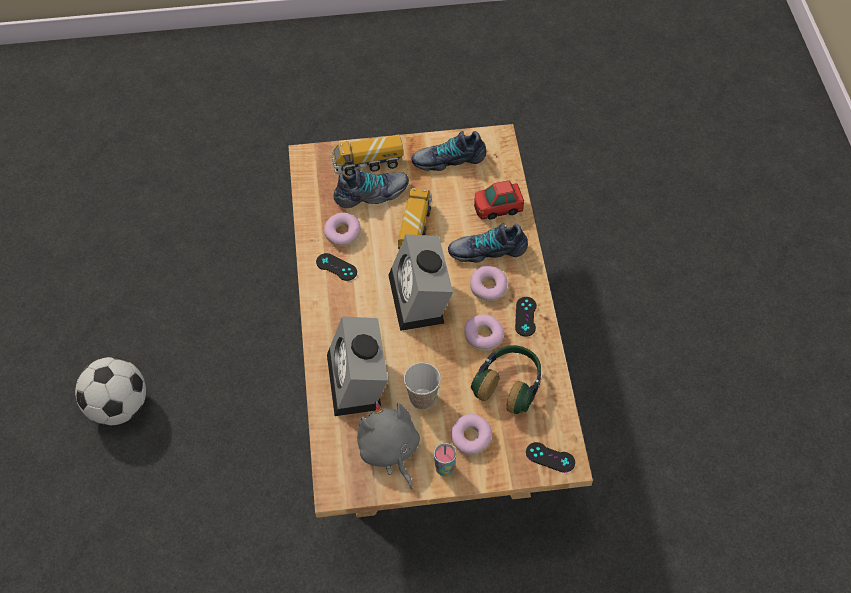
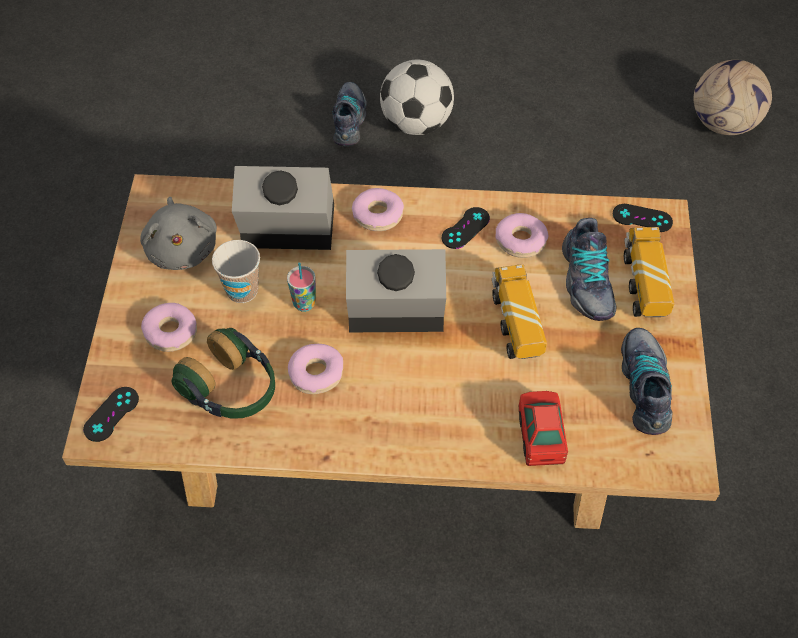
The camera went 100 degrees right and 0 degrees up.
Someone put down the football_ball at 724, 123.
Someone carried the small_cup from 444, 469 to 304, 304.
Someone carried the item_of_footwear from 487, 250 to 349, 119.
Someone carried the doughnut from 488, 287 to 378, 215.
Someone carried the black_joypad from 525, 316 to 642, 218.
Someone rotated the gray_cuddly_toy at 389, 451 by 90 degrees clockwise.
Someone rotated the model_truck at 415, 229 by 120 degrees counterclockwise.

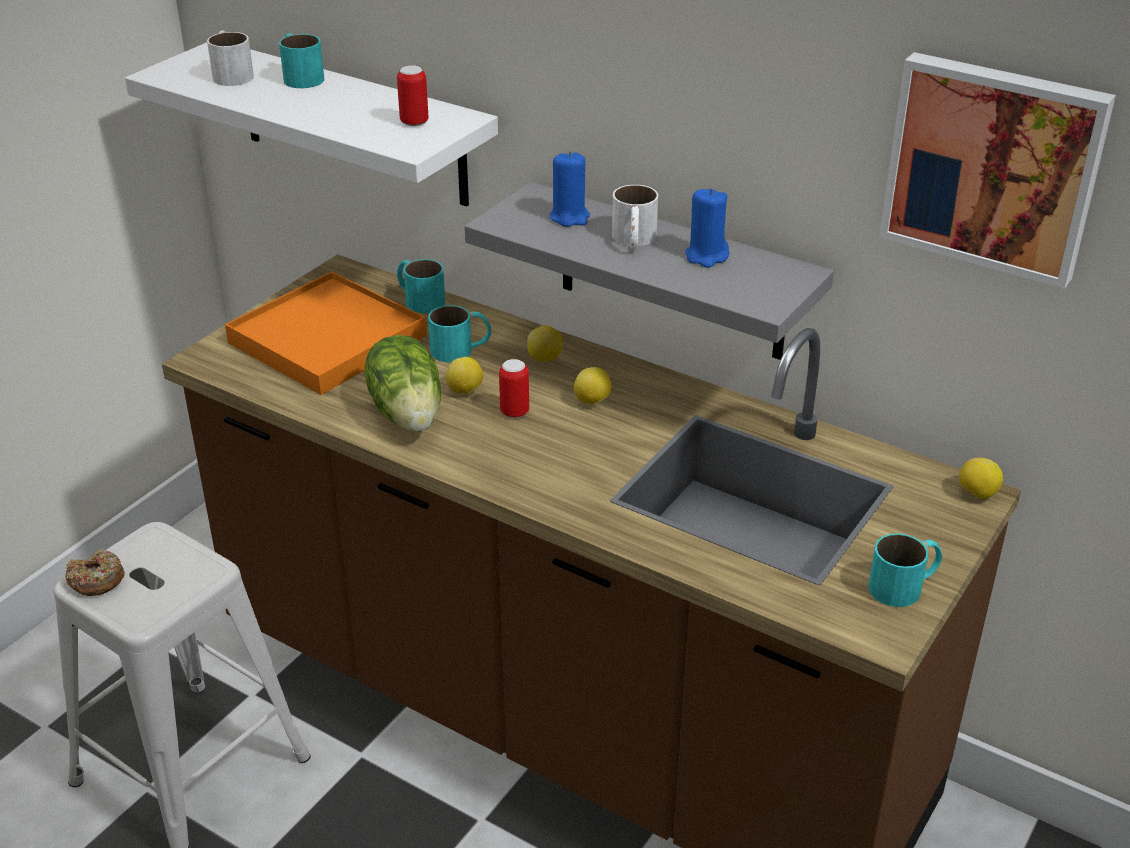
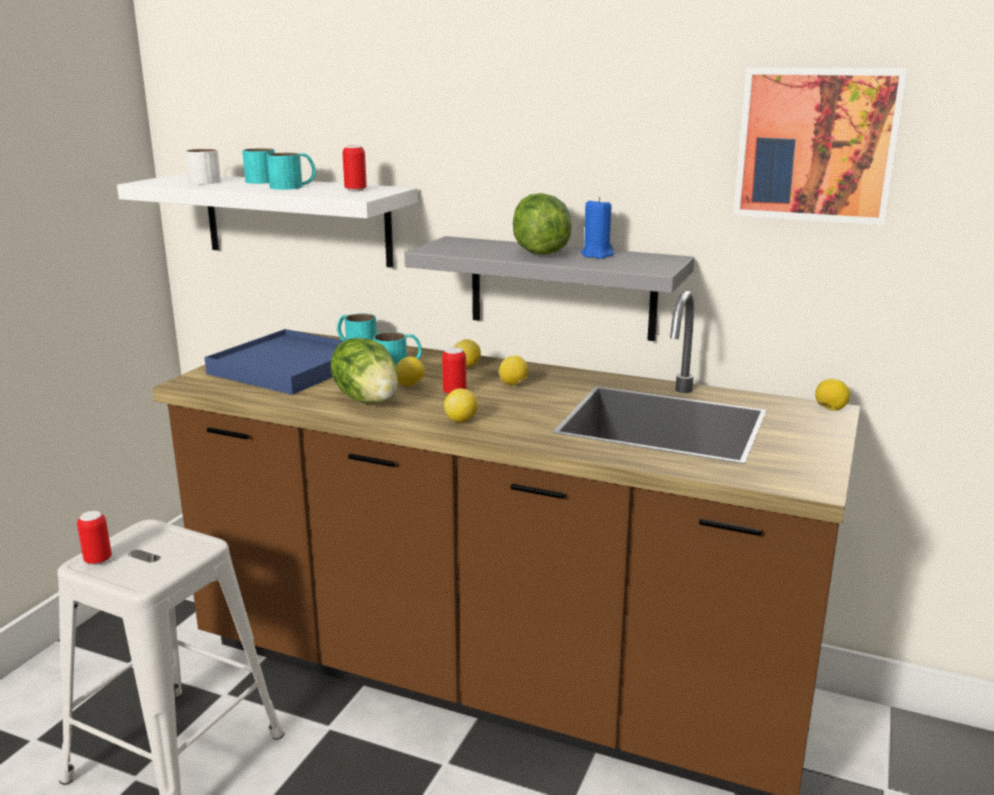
The camera went 10 degrees left and 15 degrees down.
Someone took away the blue-coloured_wax_light at 570, 217.
Someone put down the lemon at 461, 420.
Someone carried the blue-green_mug from 905, 585 to 294, 186.
Someone swapped the doughnut at 96, 580 for the can at 98, 560.
Someone swapped the white_mug at 634, 241 for the lettuce_head at 538, 252.
Someone repainted the orange_carrying_tray at 327, 339, which became the blue-coloured_carrying_tray at 289, 367.

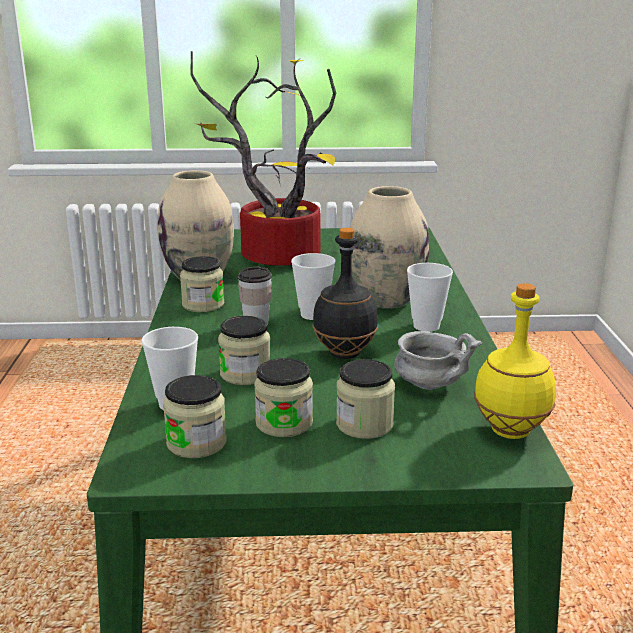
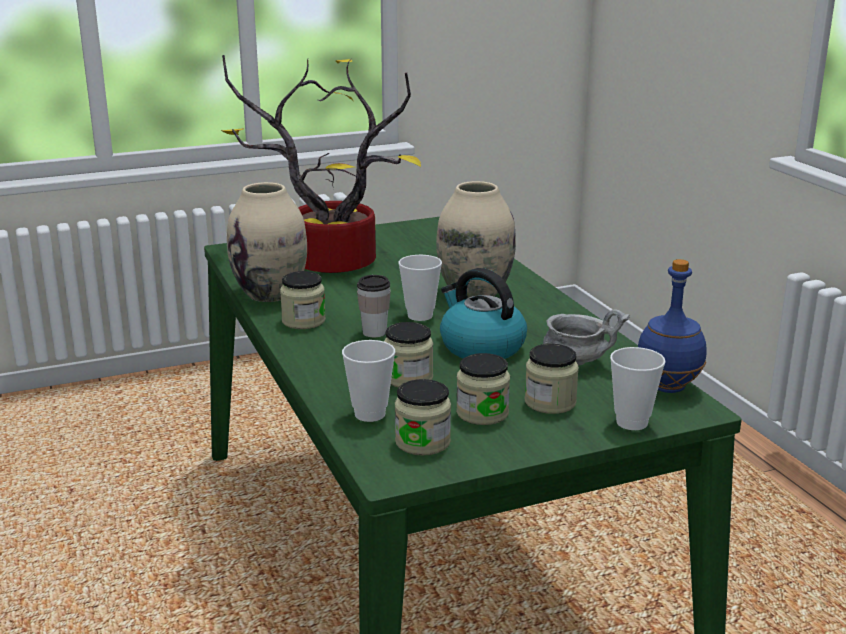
The camera went 20 degrees left and 0 degrees up.
Someone carried the small_cup from 426, 326 to 632, 422.
Someone swapped the black_bottle at 344, 354 for the kettle at 481, 347.
Someone repainted the yellowish_bottle at 509, 430, which became the blue-coloured_bottle at 667, 387.

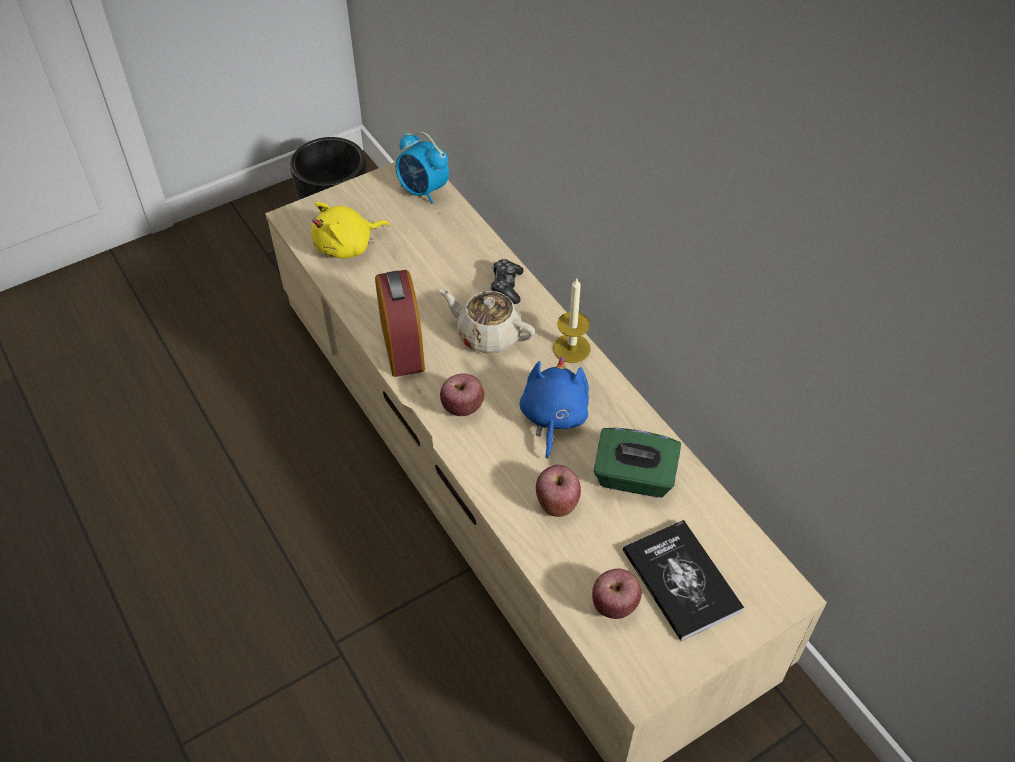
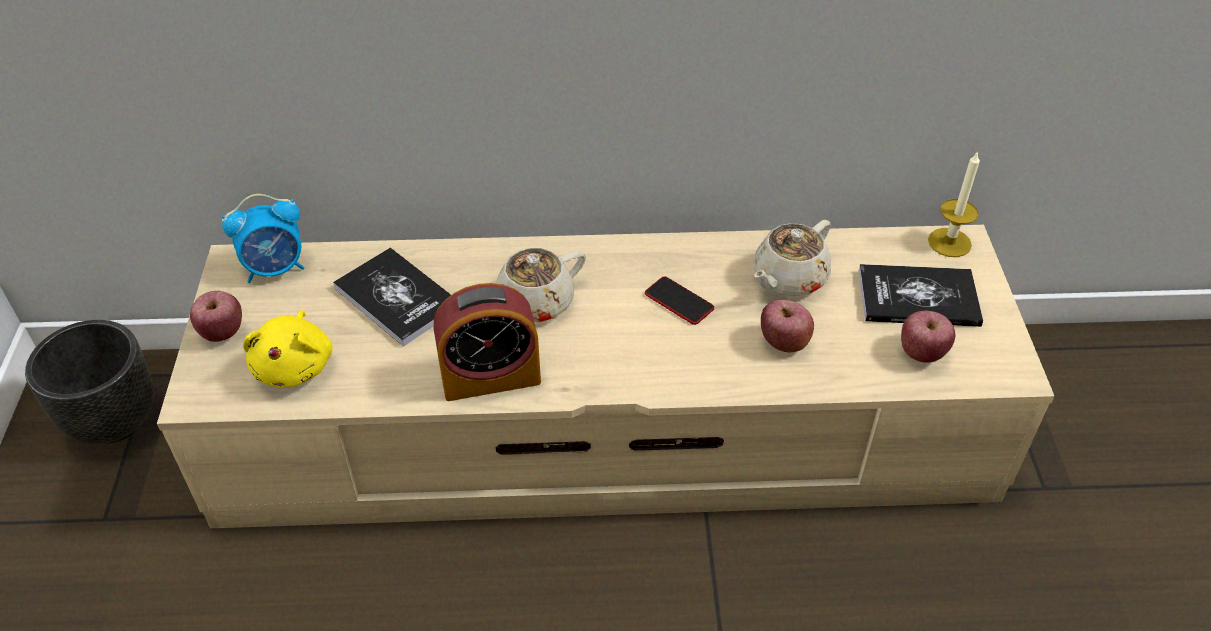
The camera went 60 degrees left and 5 degrees down.
Someone took away the joypad at 506, 286.
Someone put down the book at 397, 297.
Someone carried the apple_fruit from 463, 407 to 223, 332.
Someone carried the wax_light from 571, 348 to 949, 242.
Someone swapped the blue-coloured_cuddly_toy at 553, 418 for the phone at 679, 301.
Someone swapped the green-coloured_tissue_holder at 634, 478 for the beige-coloured_tea_pot at 788, 278.
Someone rotated the table_clock at 402, 345 by 150 degrees clockwise.

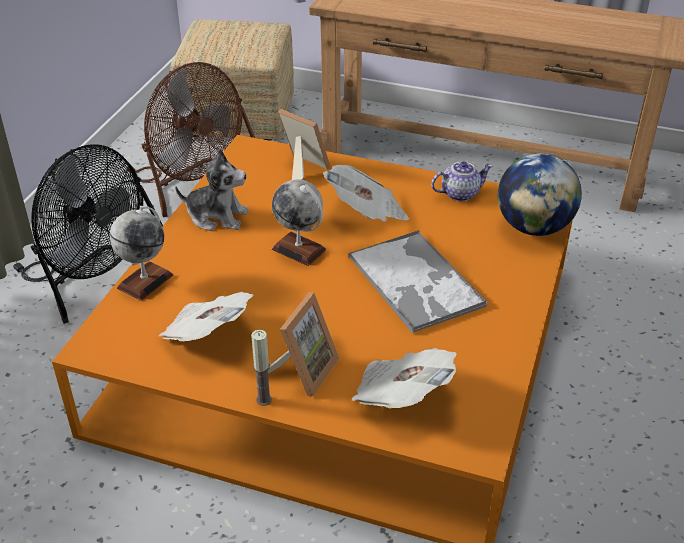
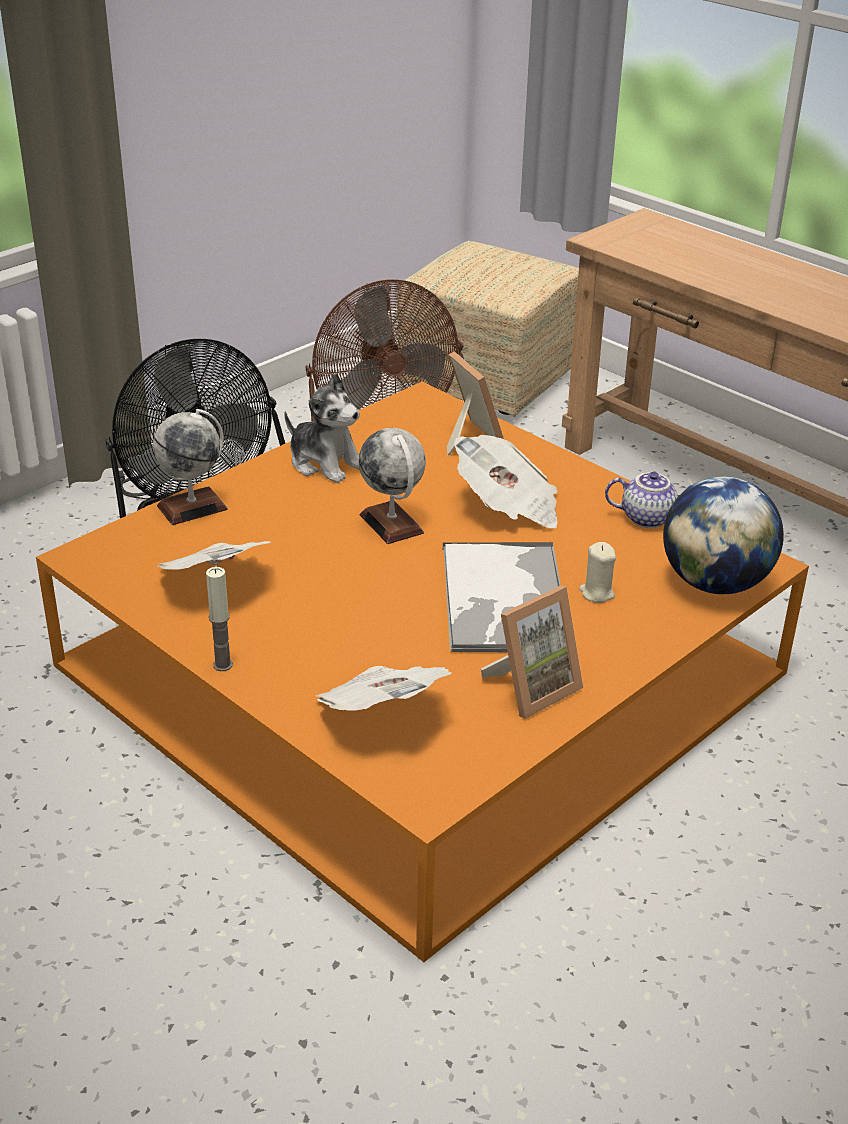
The camera went 25 degrees right and 5 degrees down.
Someone put down the beige-coloured_wax_light at 596, 593.
Someone carried the photo_frame from 304, 370 to 531, 688.

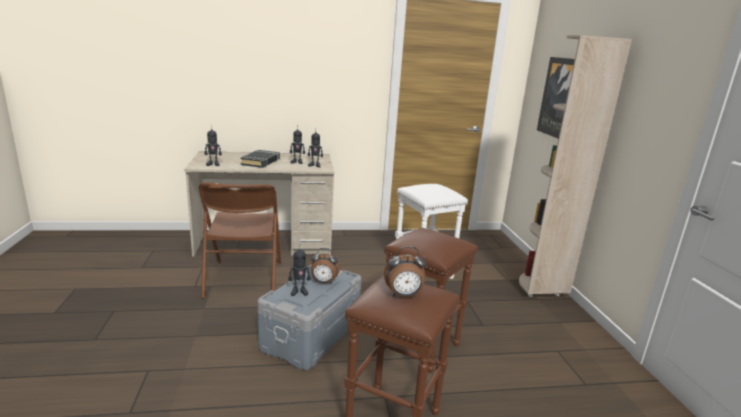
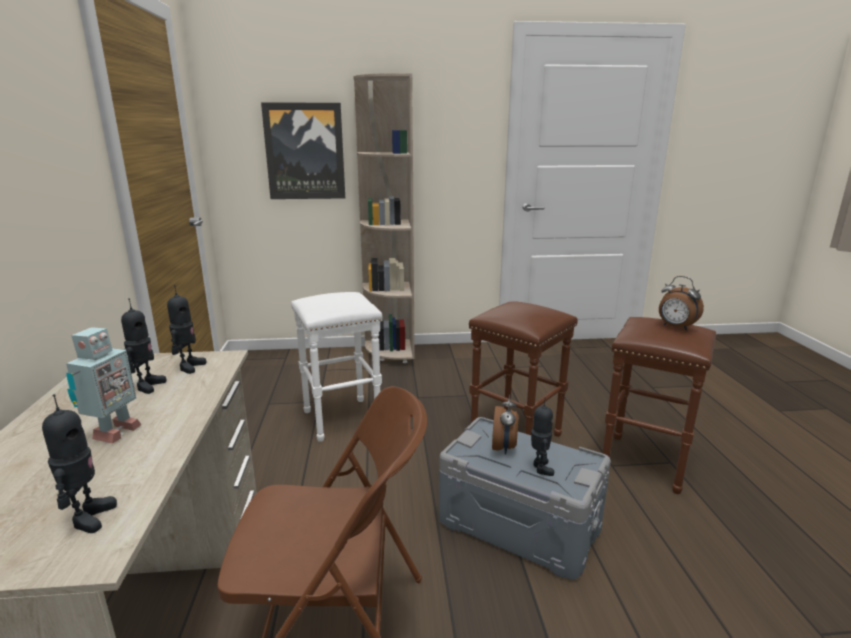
The camera went 85 degrees left and 0 degrees up.
Someone swapped the black_book at 261, 162 for the model_robot at 113, 433.
Someone rotated the table_clock at 403, 296 by 135 degrees clockwise.

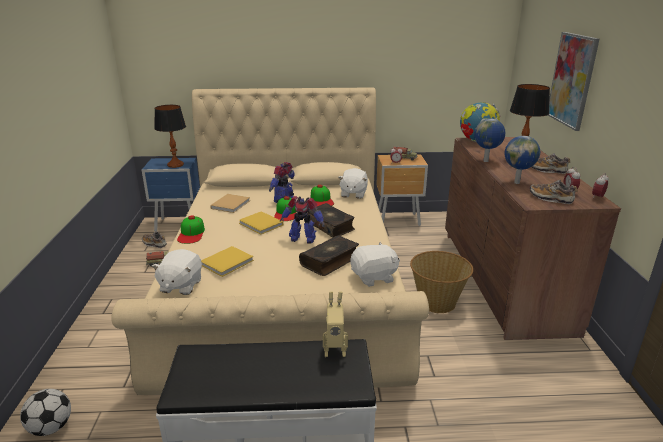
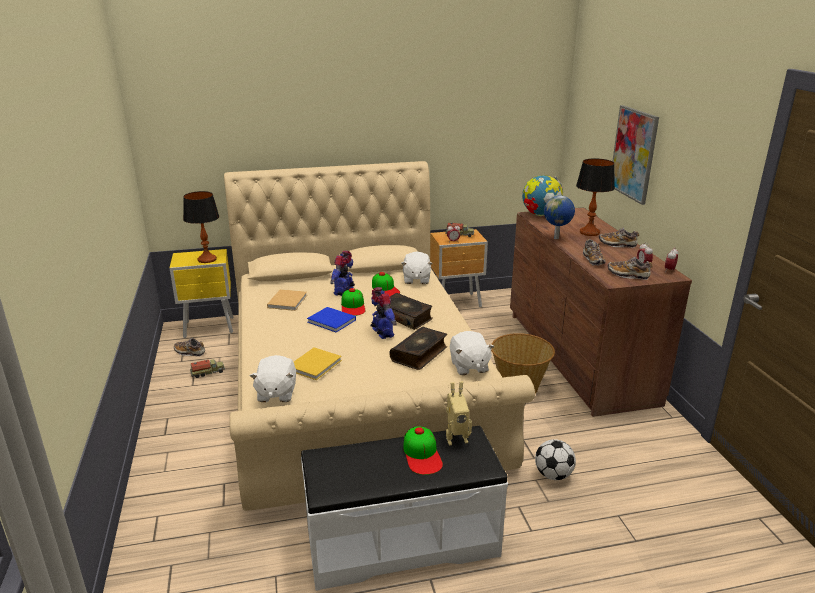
The camera went 10 degrees left and 0 degrees up.
Someone carried the football_ball from 51, 427 to 553, 475.
Someone carried the cap from 191, 234 to 422, 454.
Someone swapped the desk_globe at 517, 182 for the item_of_footwear at 593, 260.
Someone repainted the blue-coloured_bedside_table at 179, 225, which became the yellowish_bedside_table at 210, 328.
Someone repainted the yellowish_book at 261, 224, which became the blue-coloured_book at 332, 321.
Someone rotated the model_robot at 302, 239 by 120 degrees counterclockwise.
Someone rotated the white_cuddly_toy at 374, 277 by 105 degrees clockwise.

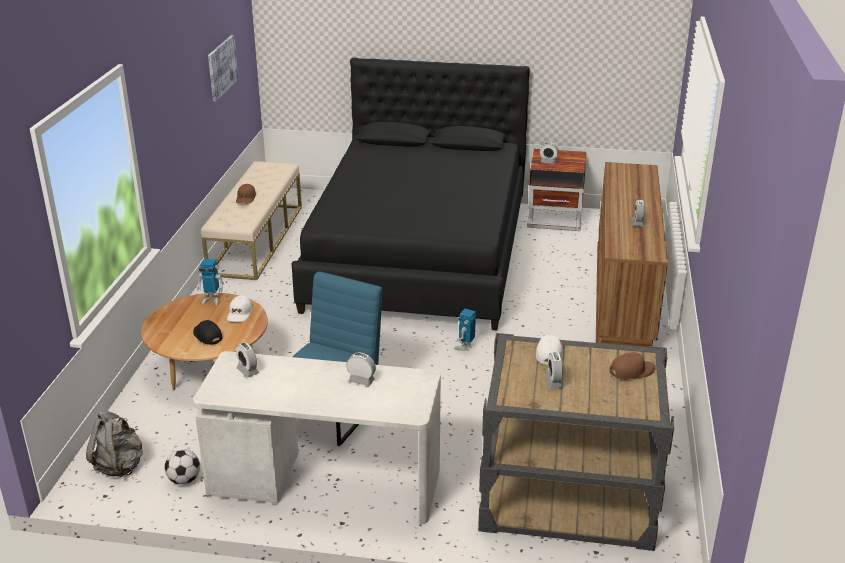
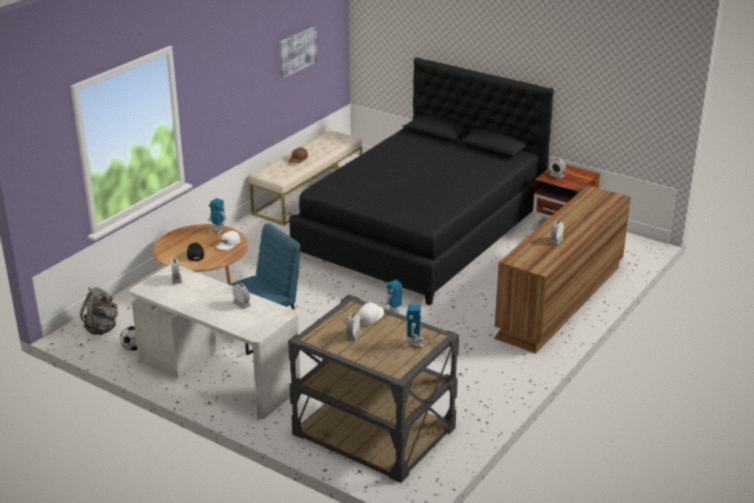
The camera went 25 degrees right and 0 degrees up.
Someone swapped the brownish_cap at 632, 371 for the model_robot at 415, 343.

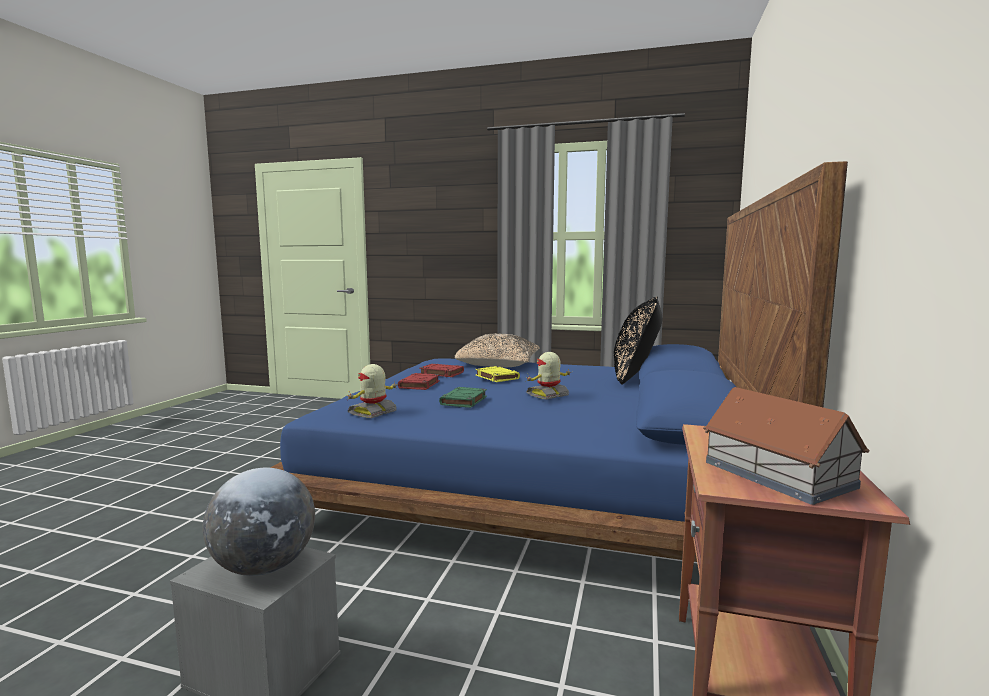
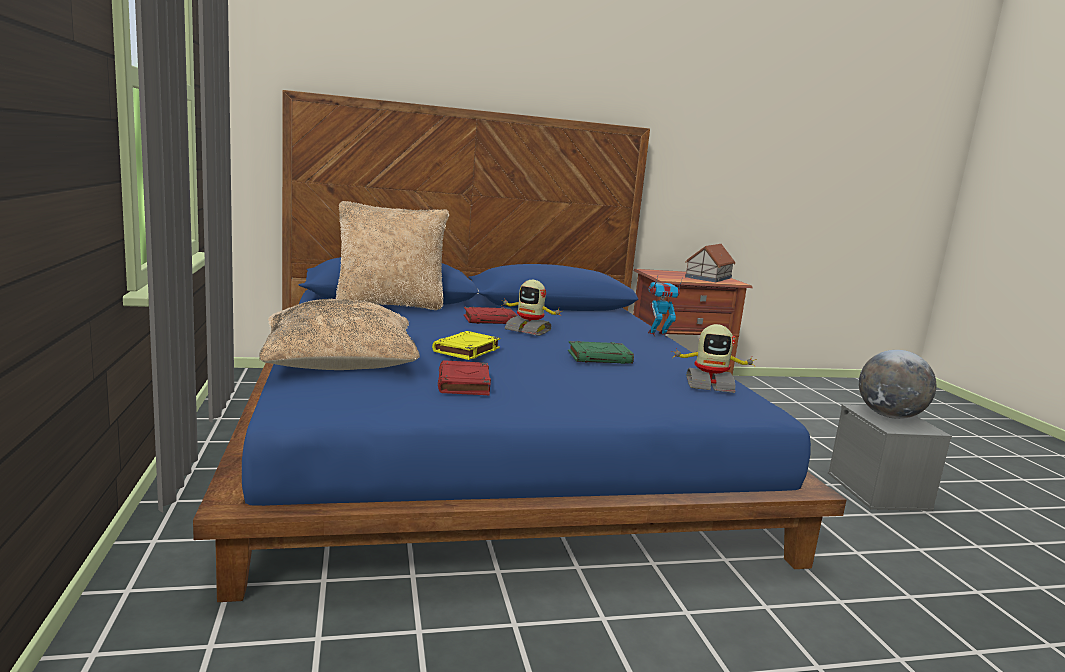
The camera went 120 degrees left and 5 degrees up.
Someone put down the model_robot at 658, 334.
Someone carried the red-coloured_book from 419, 385 to 490, 320.
Someone repainted the black_throw_pillow at 636, 379, which became the beige-coloured_throw_pillow at 391, 307.

